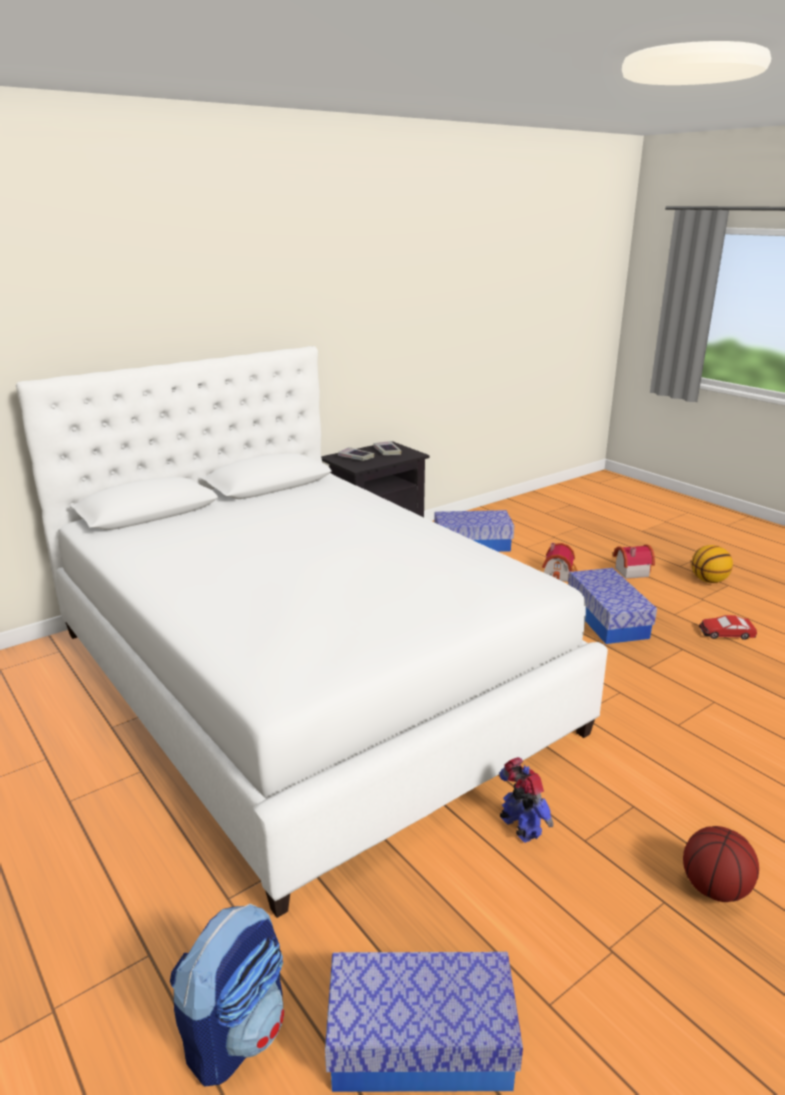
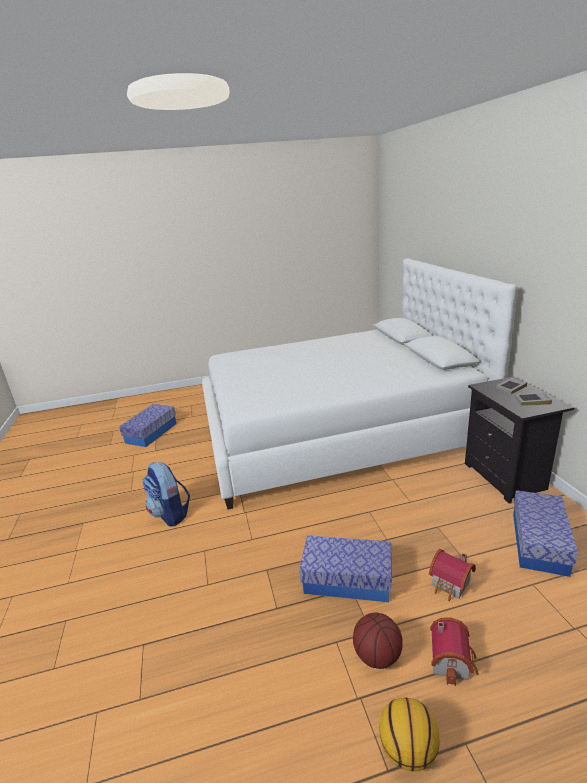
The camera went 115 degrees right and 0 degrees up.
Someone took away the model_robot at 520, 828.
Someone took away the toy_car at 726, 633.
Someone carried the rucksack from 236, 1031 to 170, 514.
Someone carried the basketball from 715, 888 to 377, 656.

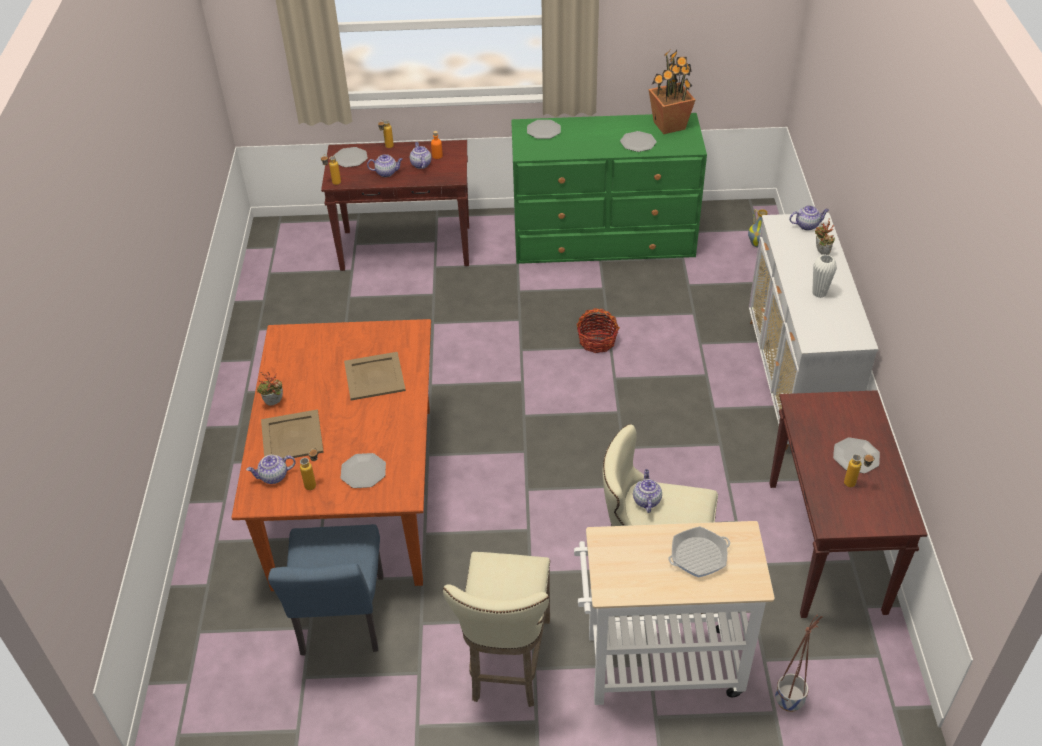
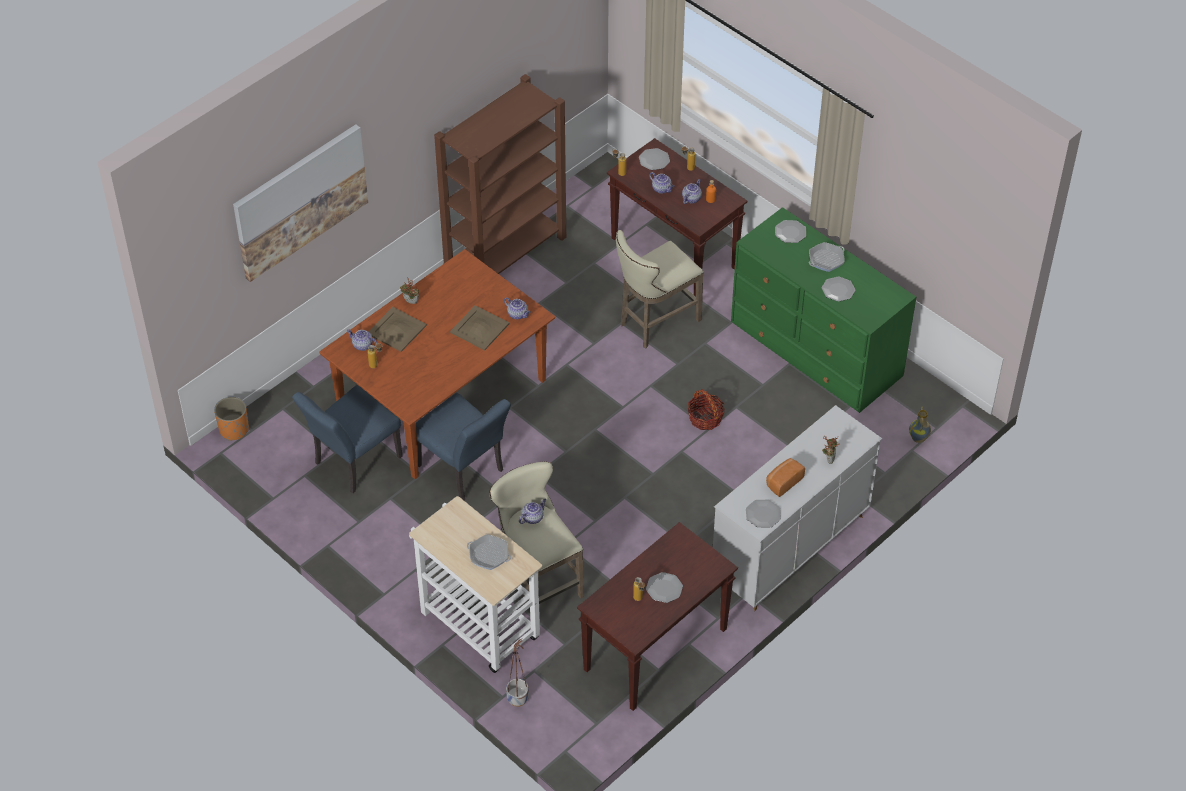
The camera went 45 degrees right and 5 degrees up.
Someone took away the potted_plant at 669, 125.
Someone put down the orange_flower_pot at 234, 429.
Someone put up the picture at 300, 201.
Someone put down the blue-coloured_chair at 464, 471.
Someone put down the brownish_shelving_unit at 505, 254.
Someone put down the frying_pan at 826, 260.
Someone carried the flat_dish from 363, 471 to 763, 514.
Someone carried the beige-coloured_stool from 507, 664 to 655, 322.
Someone carried the tea_pot from 807, 225 to 518, 314.
Someone swapped the white_vase at 819, 293 for the baked_bread at 783, 482.

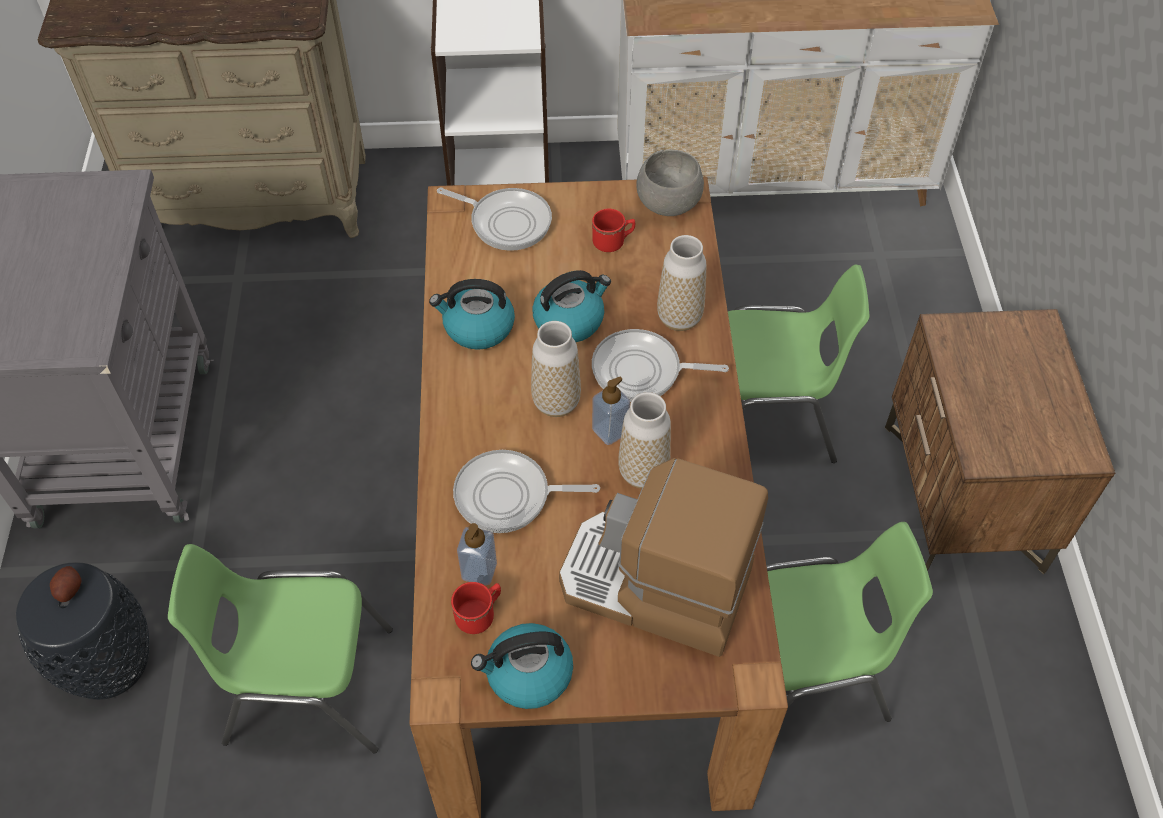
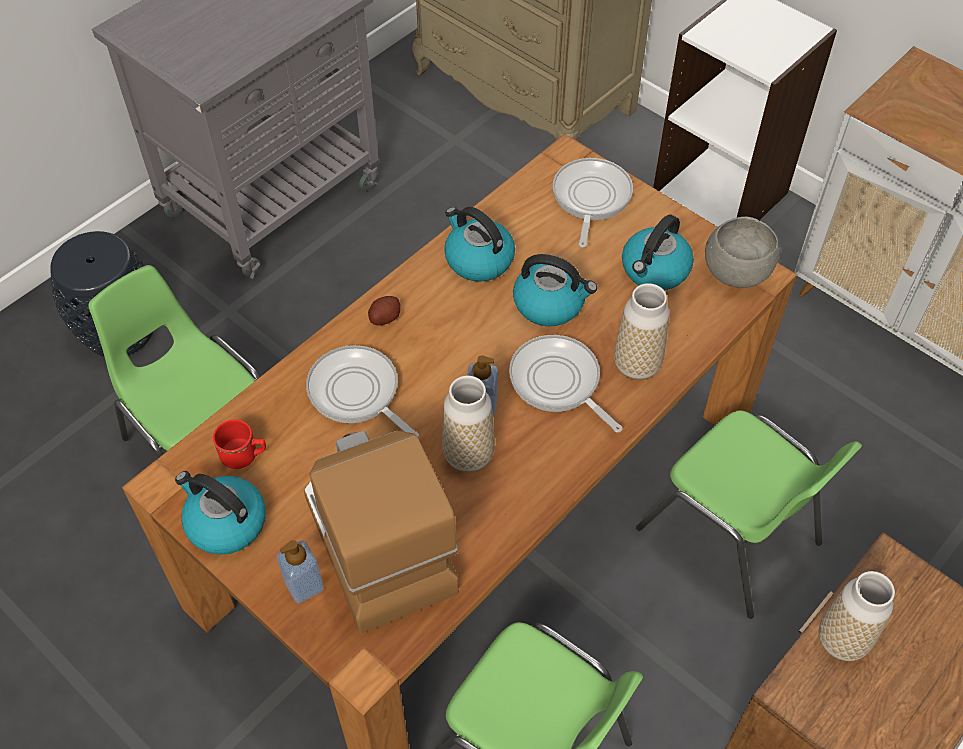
The camera went 45 degrees right and 0 degrees up.
Someone carried the whole_potato from 69, 589 to 385, 317.
Someone carried the liquid_soap_bottle from 479, 570 to 304, 585.
Someone carried the vase from 556, 402 to 841, 640.
Someone swapped the red-coloured_mug at 613, 242 for the kettle at 654, 270.
Someone rotated the frying_pan at 506, 222 by 150 degrees counterclockwise.

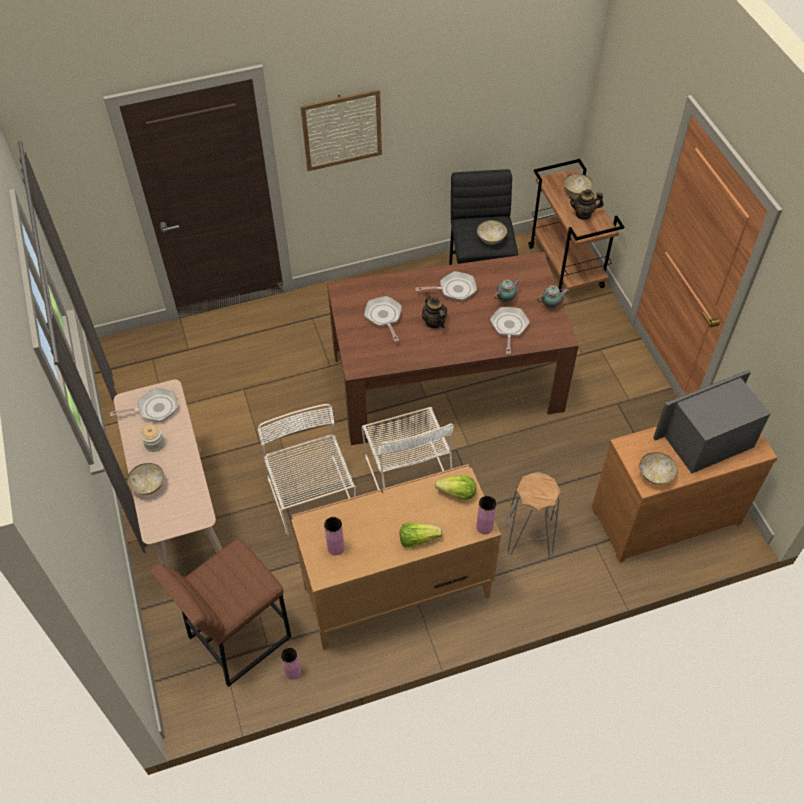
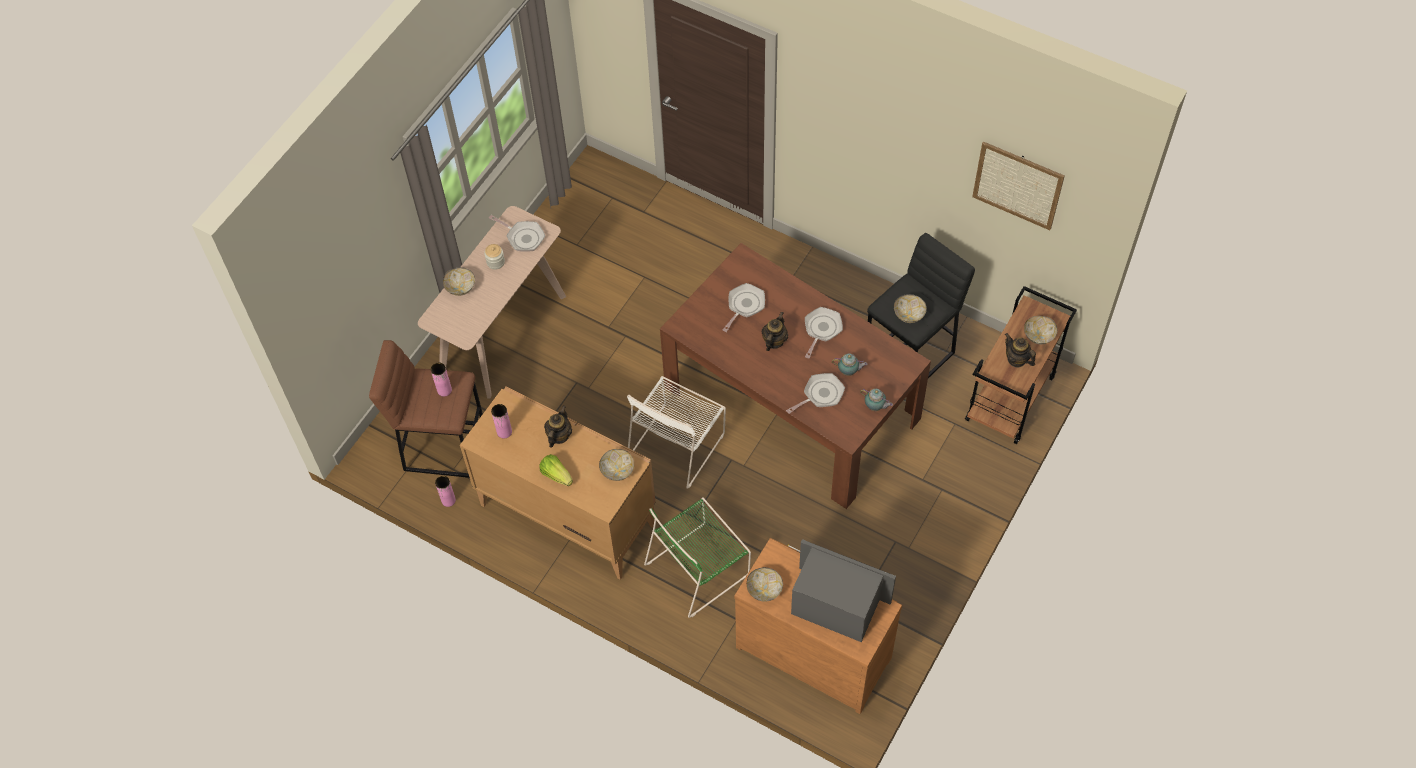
The camera went 50 degrees right and 5 degrees up.
Someone took away the white_chair at 312, 498.
Someone put down the tea_pot at 559, 436.
Someone carried the picture from 342, 129 to 1018, 184.
Someone carried the pink-coloured_vase from 484, 527 to 444, 390.
Someone swapped the lettuce_head at 457, 494 for the deep_dish at 617, 471.
Someone swapped the gray_stool at 529, 536 for the green-coloured_chair at 699, 568.
Someone rotated the frying_pan at 454, 289 by 105 degrees counterclockwise.

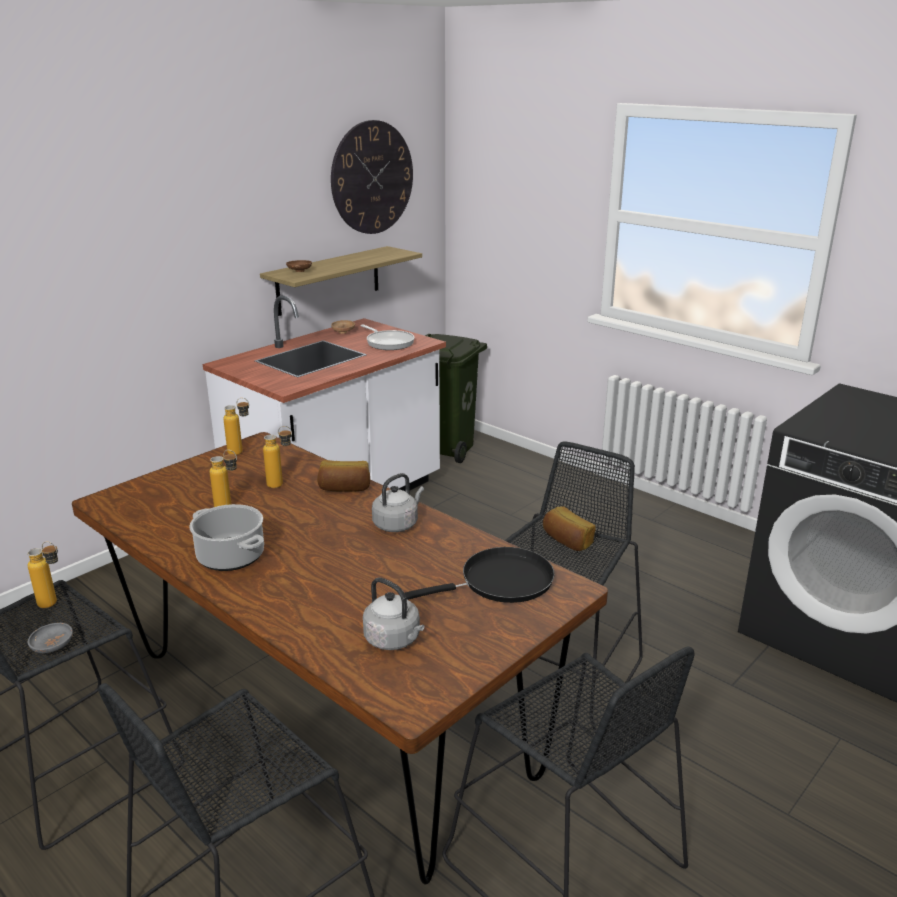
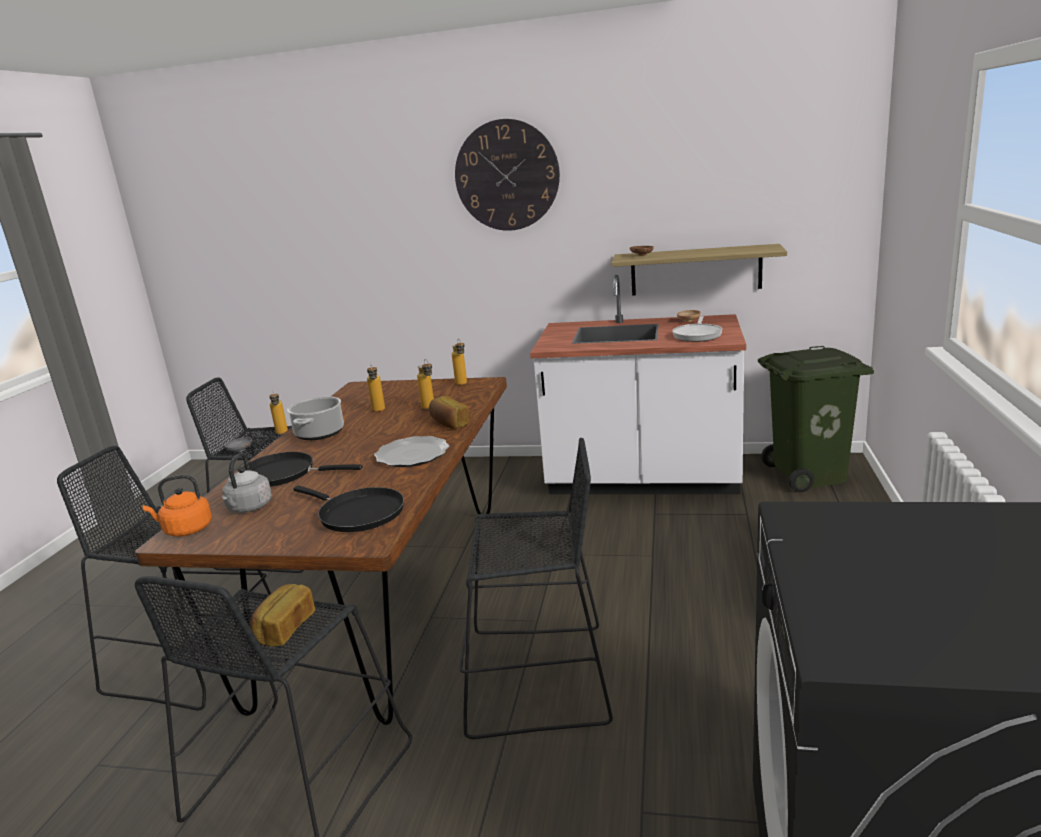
The camera went 60 degrees right and 5 degrees down.
Someone put down the orange_kettle at 185, 530.
Someone put down the black_frying_pan at 283, 474.
Someone carried the clock_on_the_wall from 372, 178 to 507, 175.
Someone carried the baked_bread from 567, 541 to 284, 628.
Someone swapped the gray_kettle at 397, 524 for the flat_dish at 413, 455.

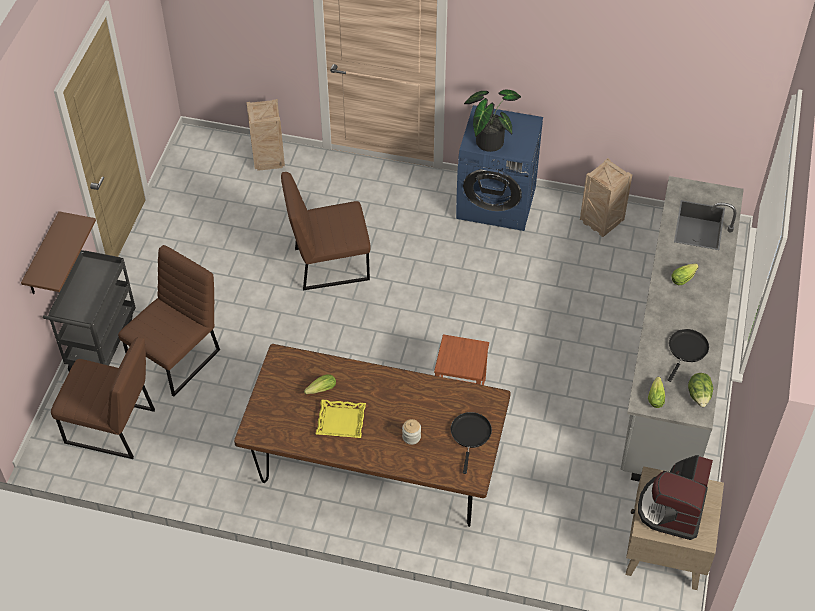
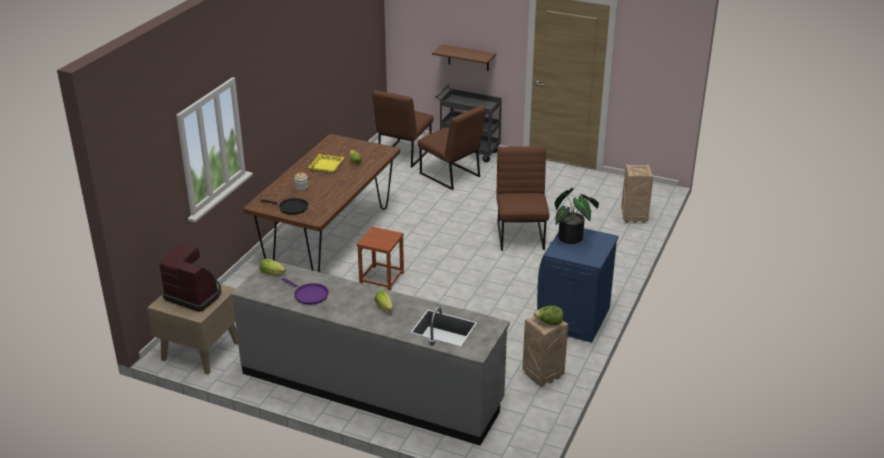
The camera went 100 degrees right and 20 degrees down.
Someone carried the lettuce_head from 699, 396 to 549, 323.
Someone repainted the black_frying_pan at 686, 350, which became the purplish_frying_pan at 309, 295.

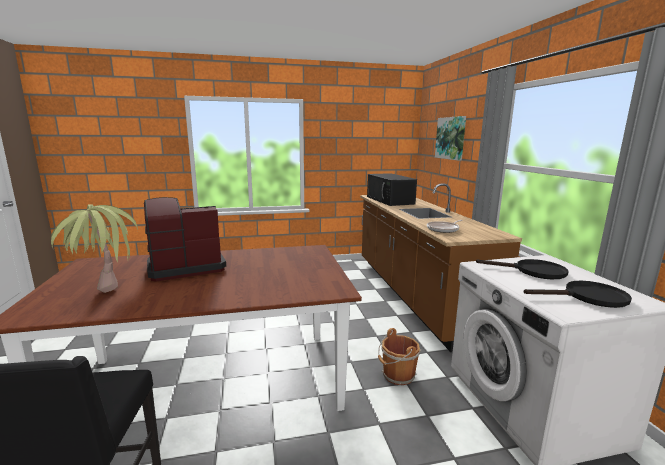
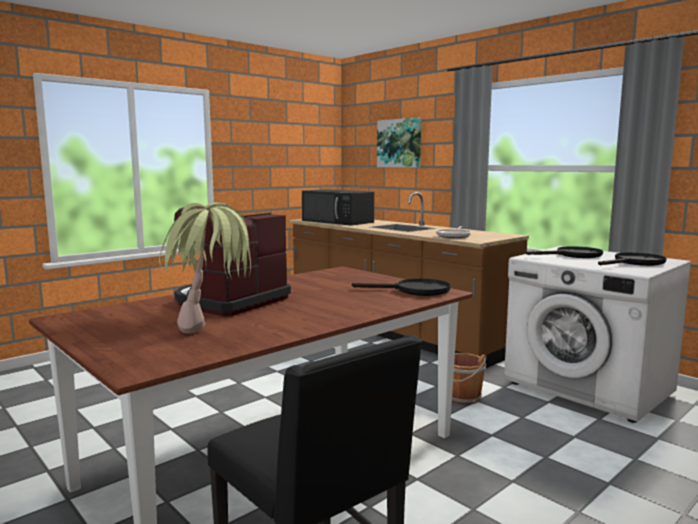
The camera went 30 degrees left and 5 degrees down.
Someone put down the black_frying_pan at 415, 290.

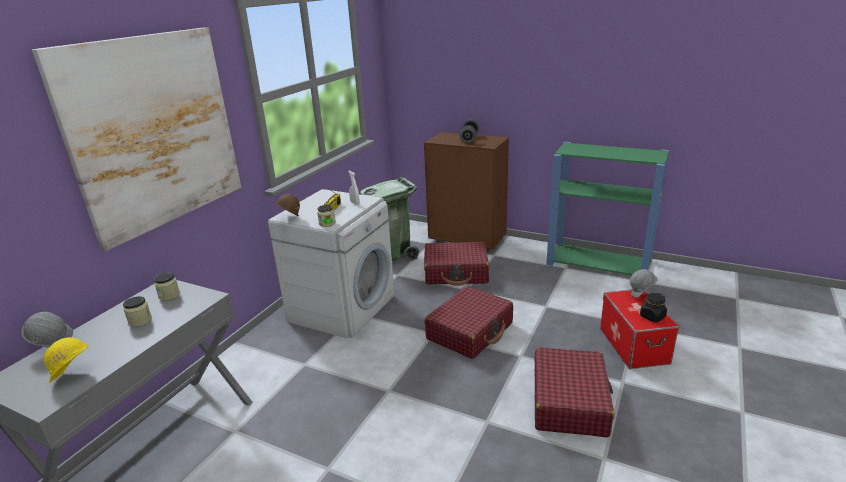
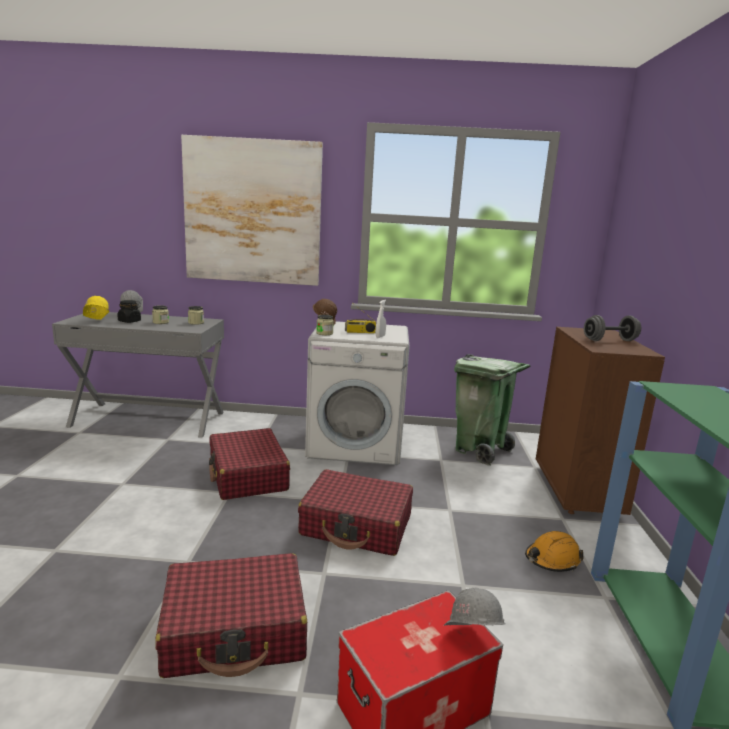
The camera went 65 degrees right and 10 degrees down.
Someone put down the orange_work_helmet at 552, 560.
Someone carried the red-coloured_suitcase from 456, 272 to 247, 475.
Someone carried the black_jar from 652, 317 to 129, 321.

